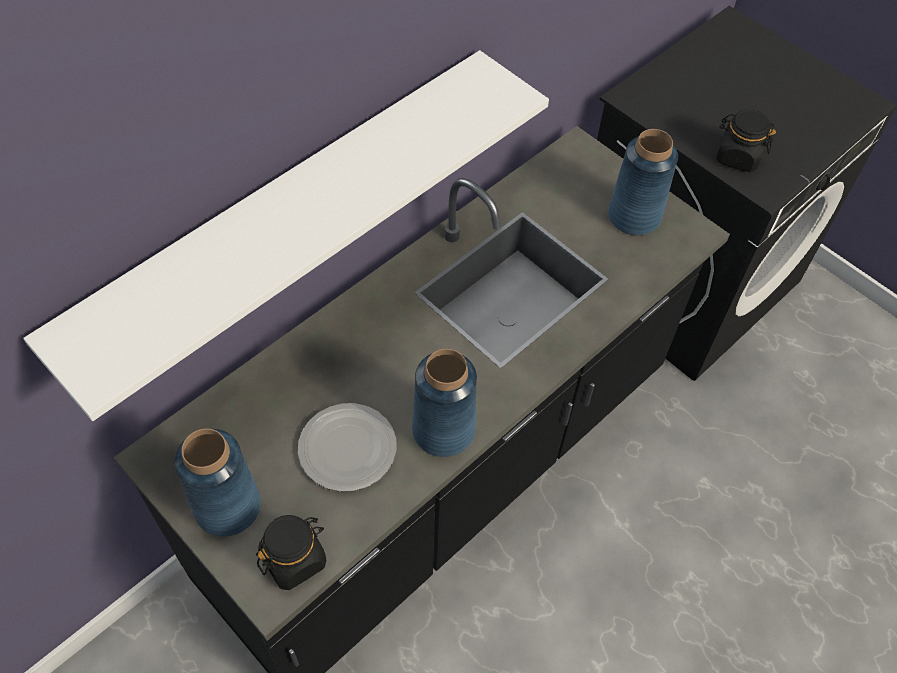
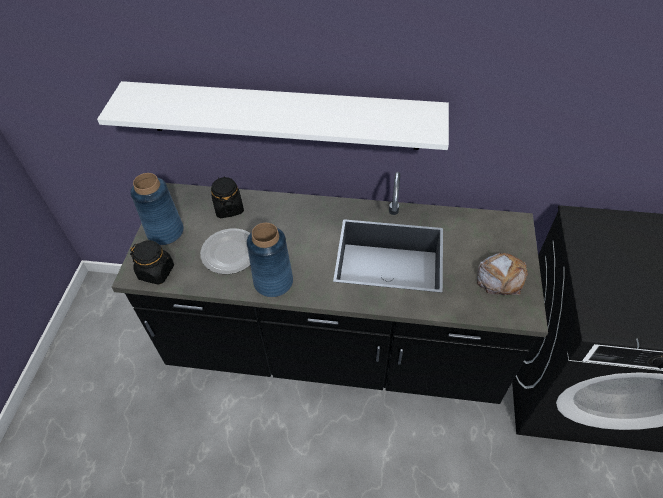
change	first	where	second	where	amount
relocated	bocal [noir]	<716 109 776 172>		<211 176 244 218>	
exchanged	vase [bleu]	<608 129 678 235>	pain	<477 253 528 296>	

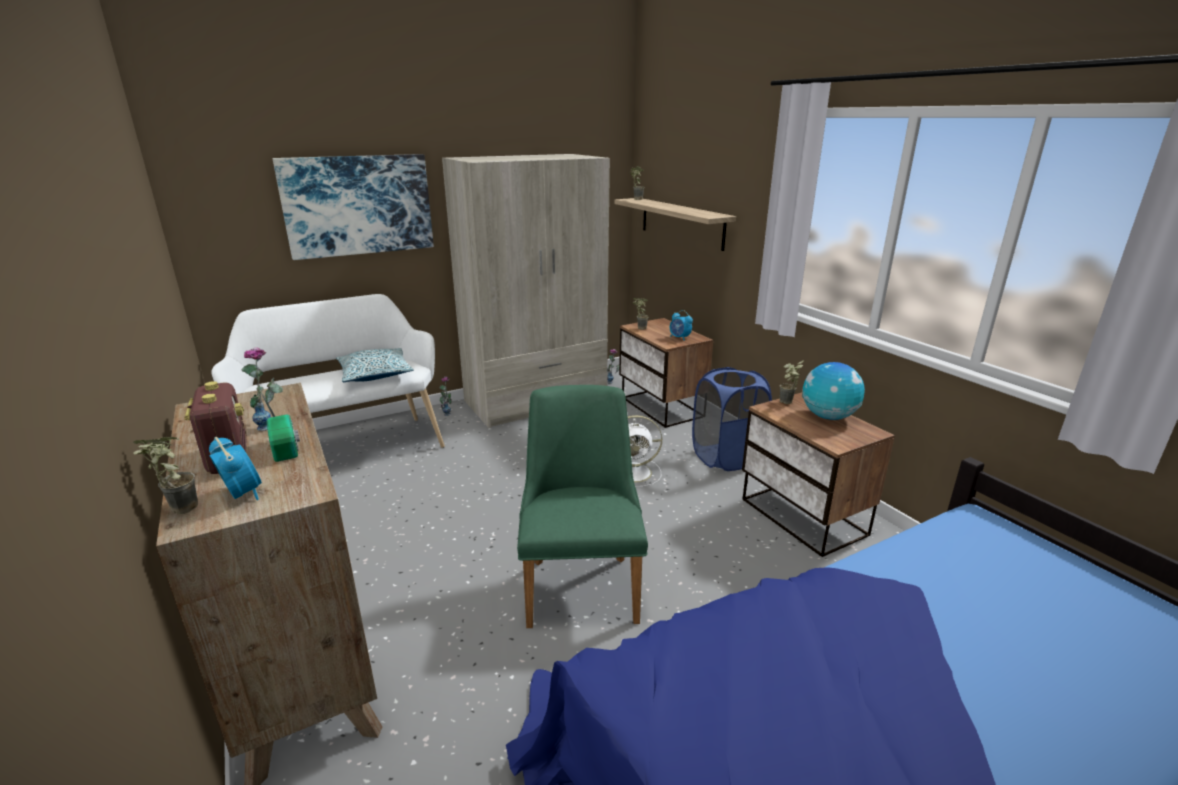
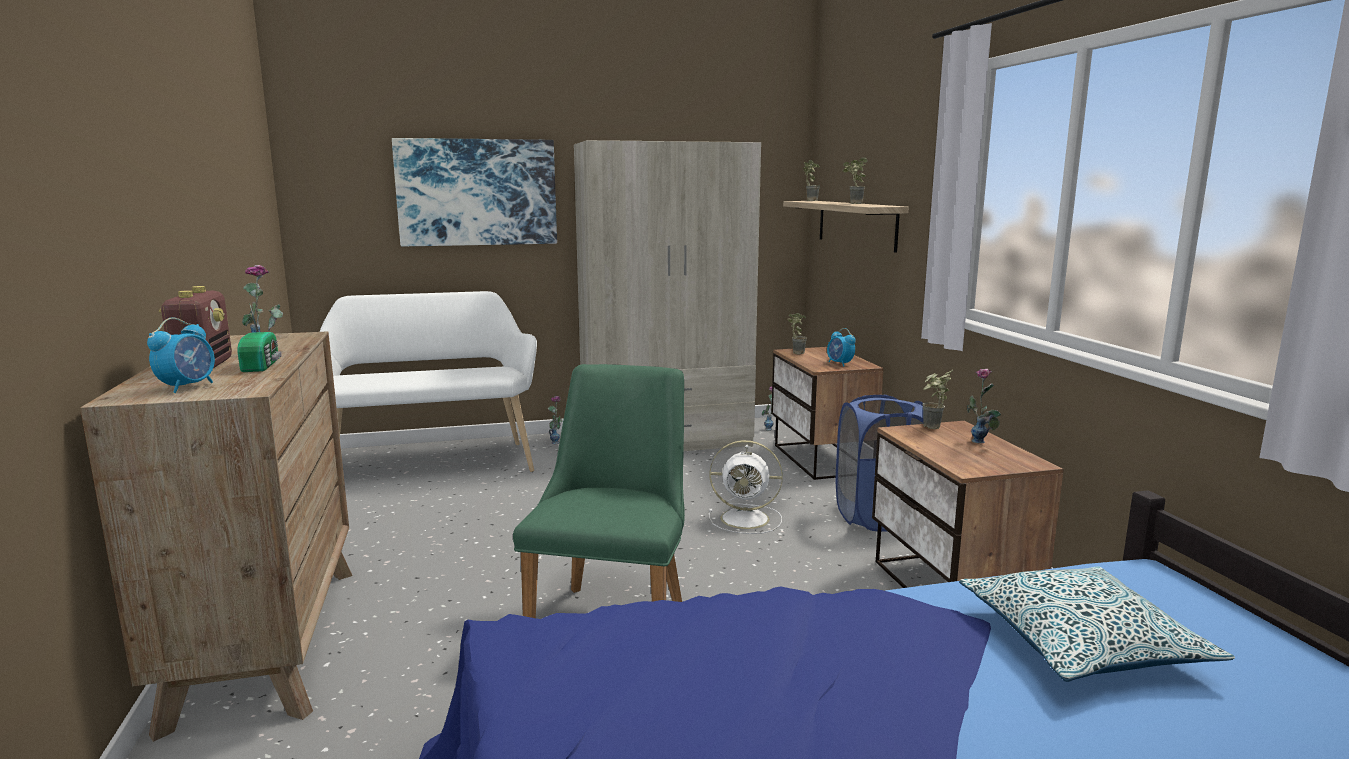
change	first	where	second	where	amount
spun	réveil	<209 437 262 500>		<147 318 215 393>	45 degrees clockwise
relocated	plante en pot	<133 437 198 514>		<843 157 868 204>	
relocated	coussin	<336 348 414 382>		<959 566 1235 682>	
exchanged	globe	<802 362 865 420>	vase	<967 369 1001 443>	

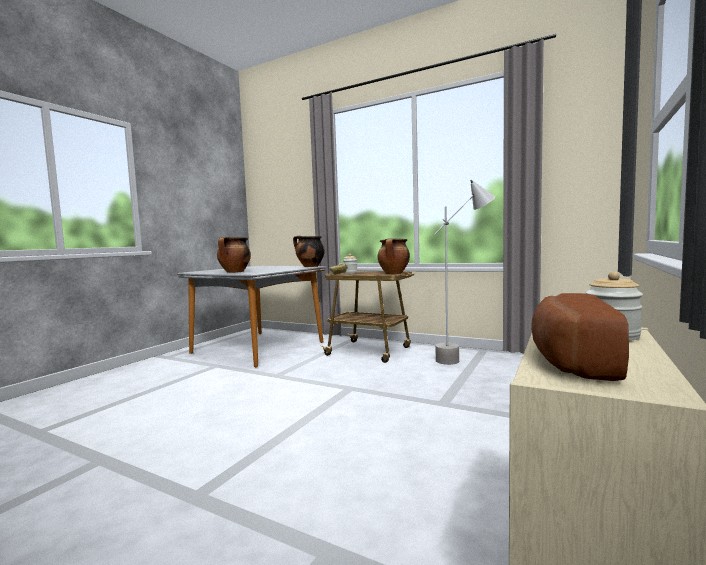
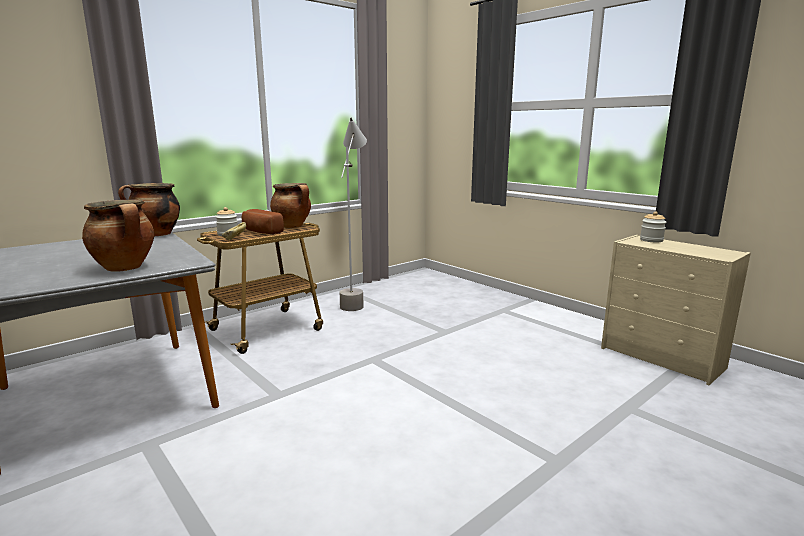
change	first	where	second	where	amount
relocated	pain	<531 293 629 381>		<241 209 284 234>	

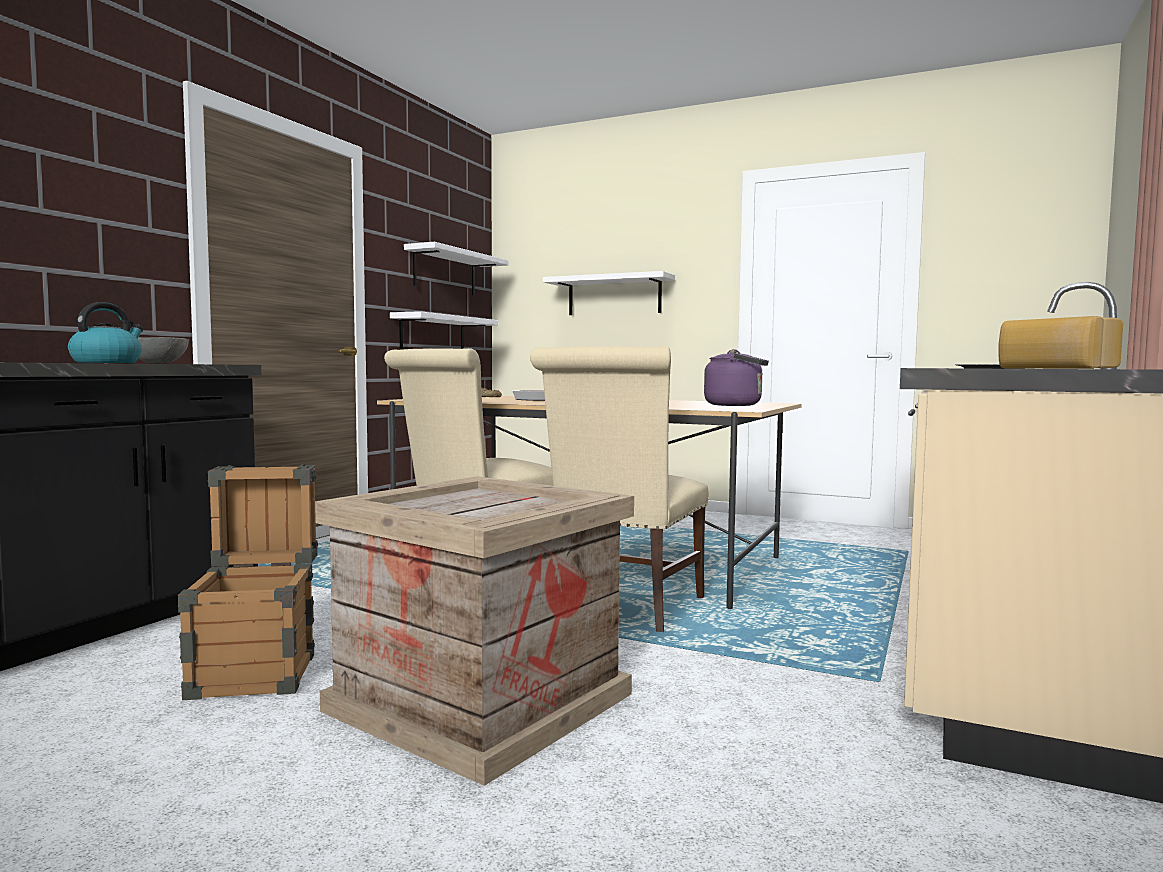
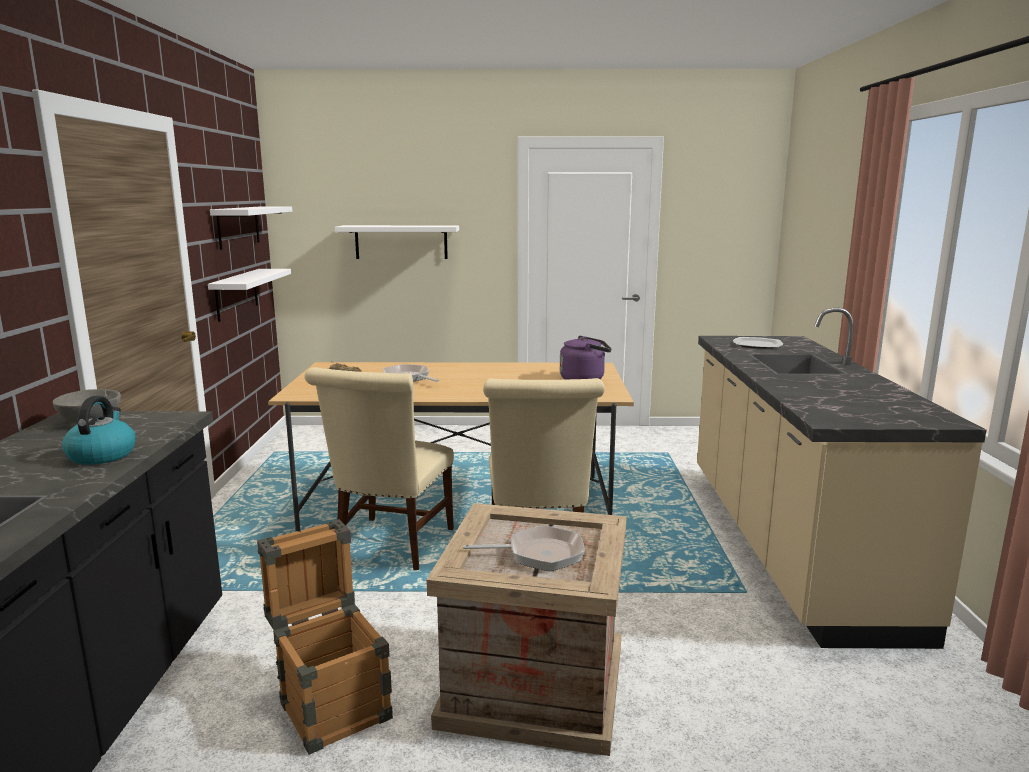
change	first	where	second	where	amount
appeared			poêle	<463 525 584 571>	
missing	pain	<998 316 1123 369>			

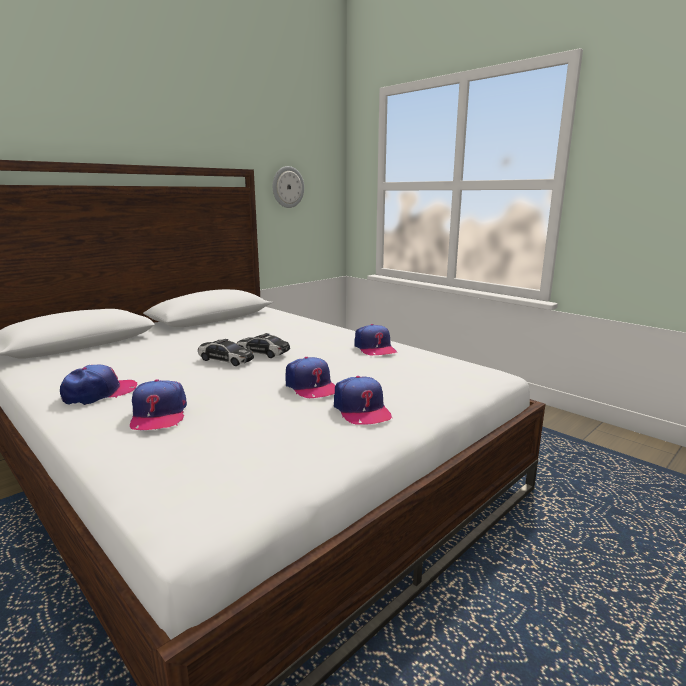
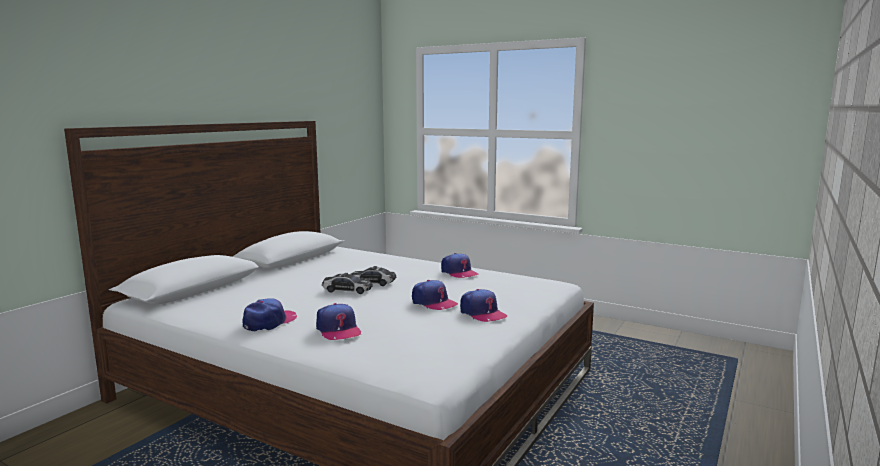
change	first	where	second	where	amount
missing	horloge murale	<273 166 304 208>			

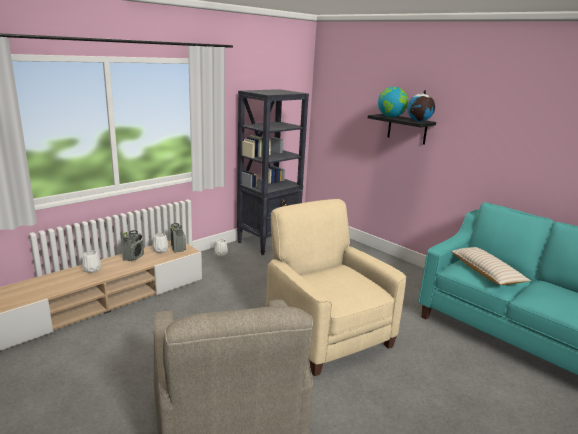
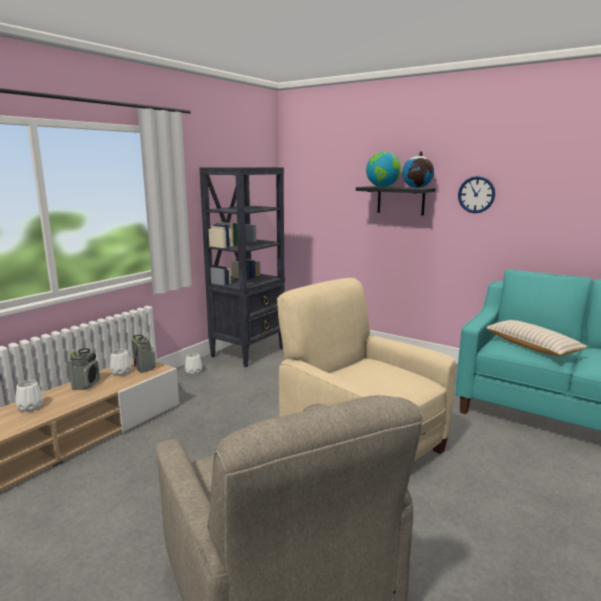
change	first	where	second	where	amount
appeared			horloge murale	<458 176 495 213>	

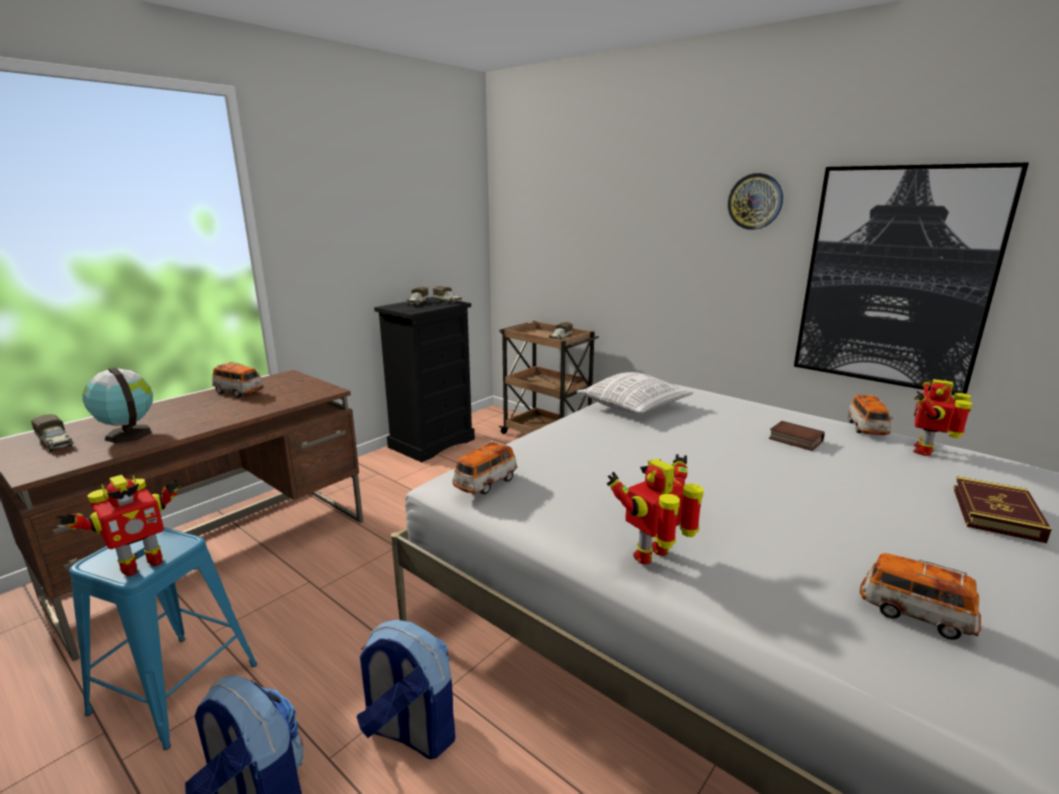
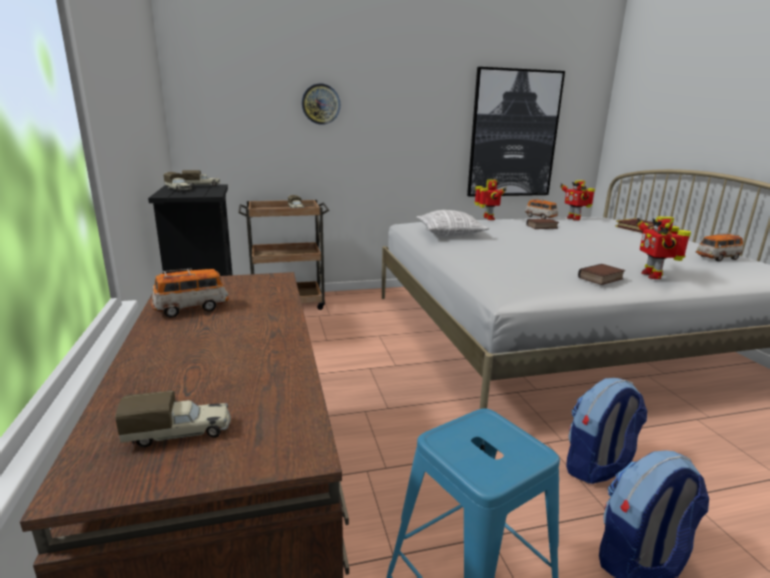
change	first	where	second	where	amount
relocated	horloge murale	<728 173 783 230>		<302 84 340 125>	
relocated	robot jouet	<57 475 181 576>		<474 180 507 220>	
appeared			livre	<578 264 625 285>	
missing	globe	<83 367 153 443>			
missing	petite voiture	<453 440 517 494>			

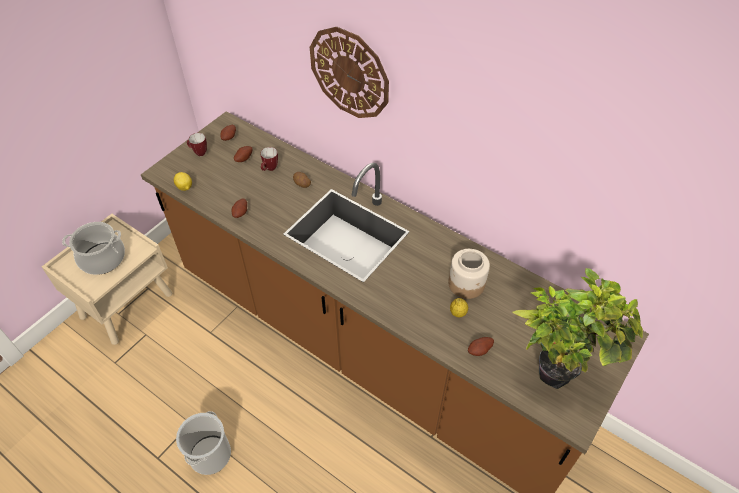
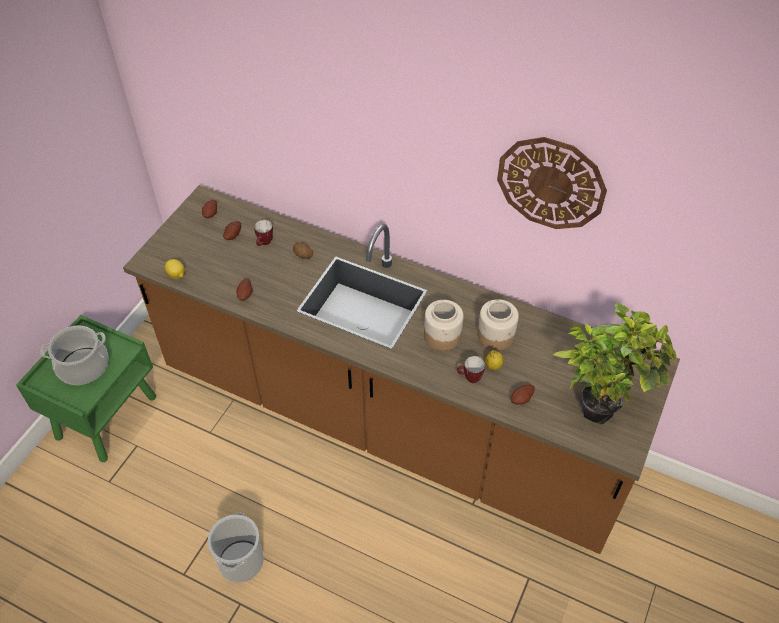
change	first	where	second	where	amount
colour	table de chevet [beige]	<42 214 172 345>	table de chevet [vert]	<16 315 156 462>	
appeared			bocal	<424 300 464 351>	
relocated	mug	<187 133 207 156>		<457 356 485 383>	
relocated	horloge murale	<310 27 389 118>		<497 137 607 229>	

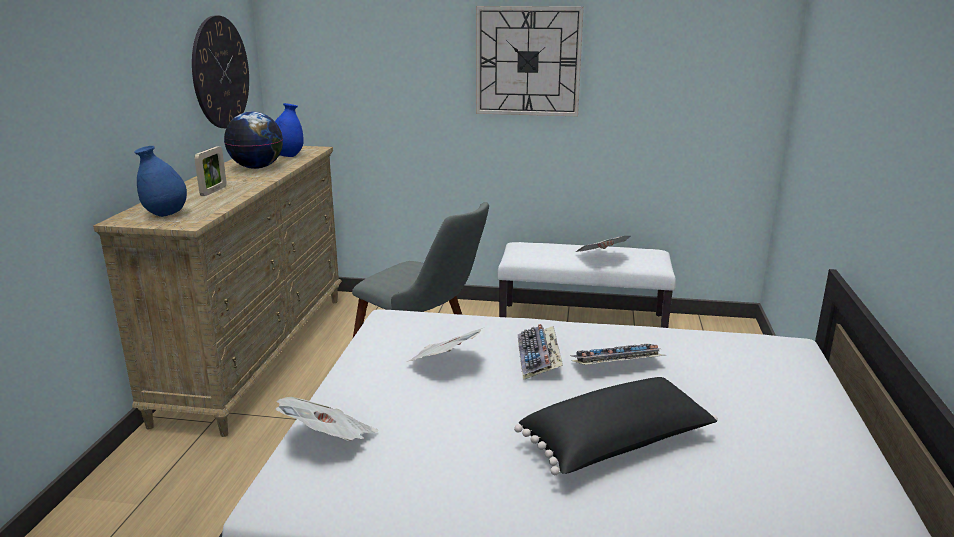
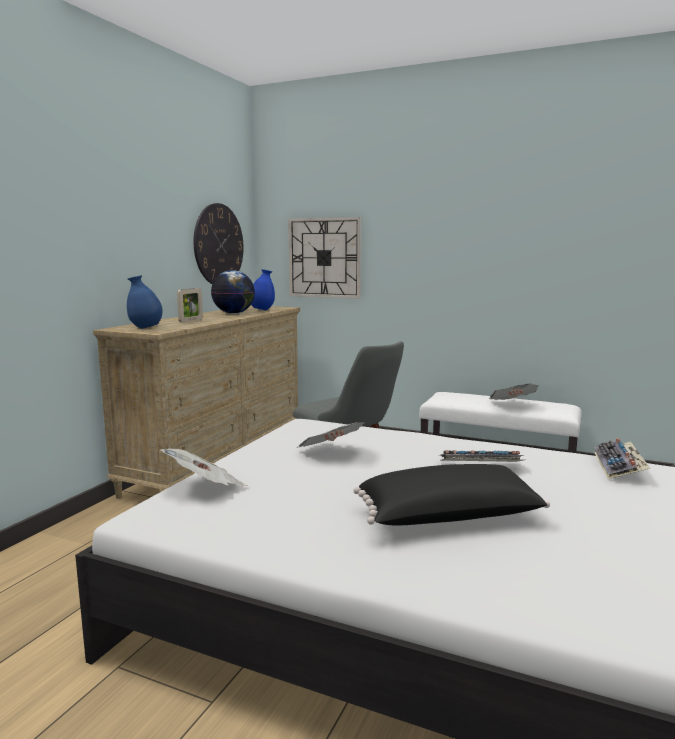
change	first	where	second	where	amount
relocated	horloge murale	<476 6 584 116>		<288 217 361 299>	
relocated	clavier	<518 324 563 380>		<594 438 650 479>	

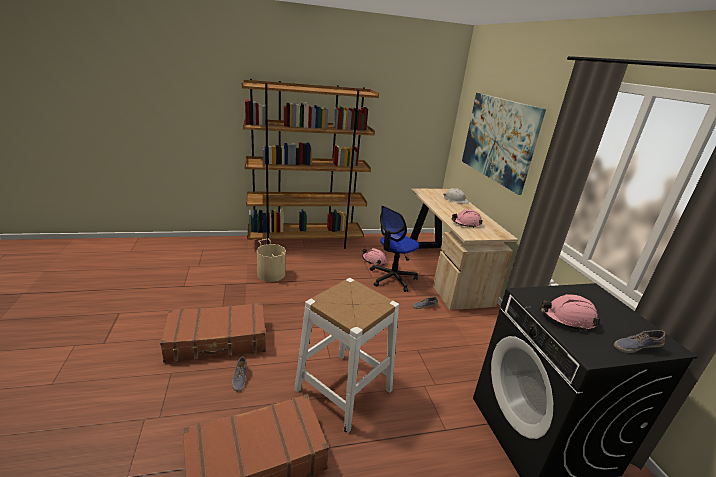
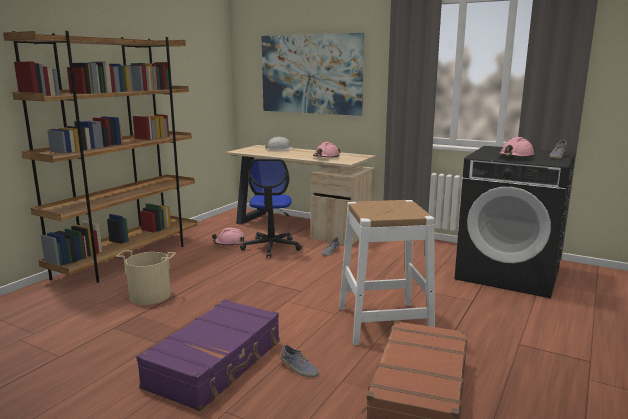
change	first	where	second	where	amount
colour	valise [marron]	<160 303 266 363>	valise [violet]	<136 299 279 411>	

